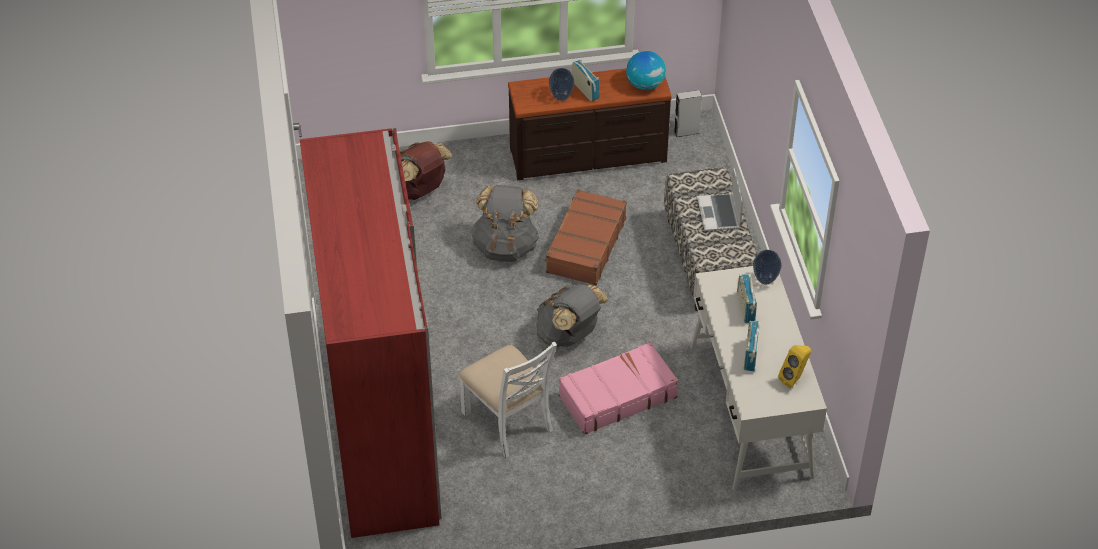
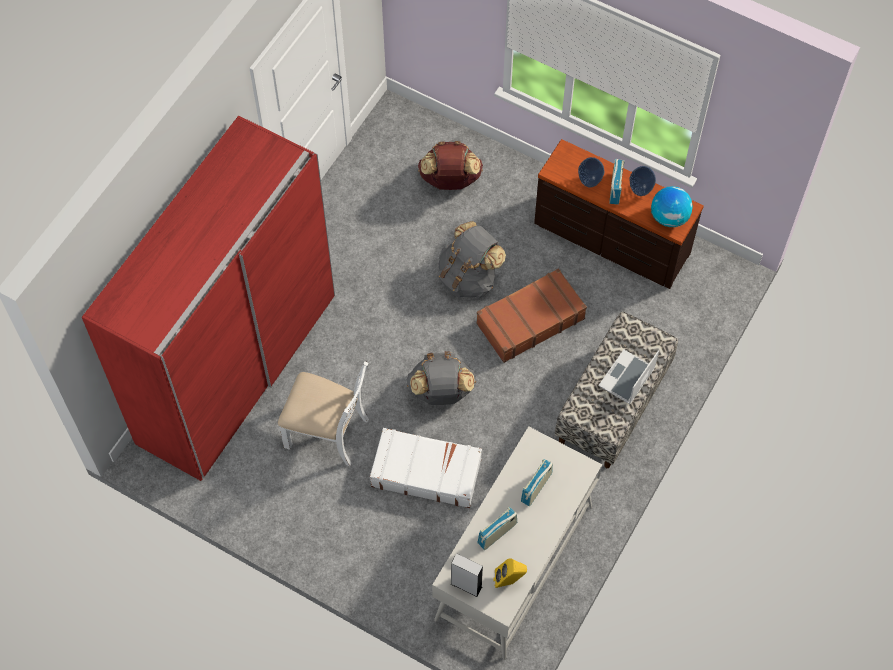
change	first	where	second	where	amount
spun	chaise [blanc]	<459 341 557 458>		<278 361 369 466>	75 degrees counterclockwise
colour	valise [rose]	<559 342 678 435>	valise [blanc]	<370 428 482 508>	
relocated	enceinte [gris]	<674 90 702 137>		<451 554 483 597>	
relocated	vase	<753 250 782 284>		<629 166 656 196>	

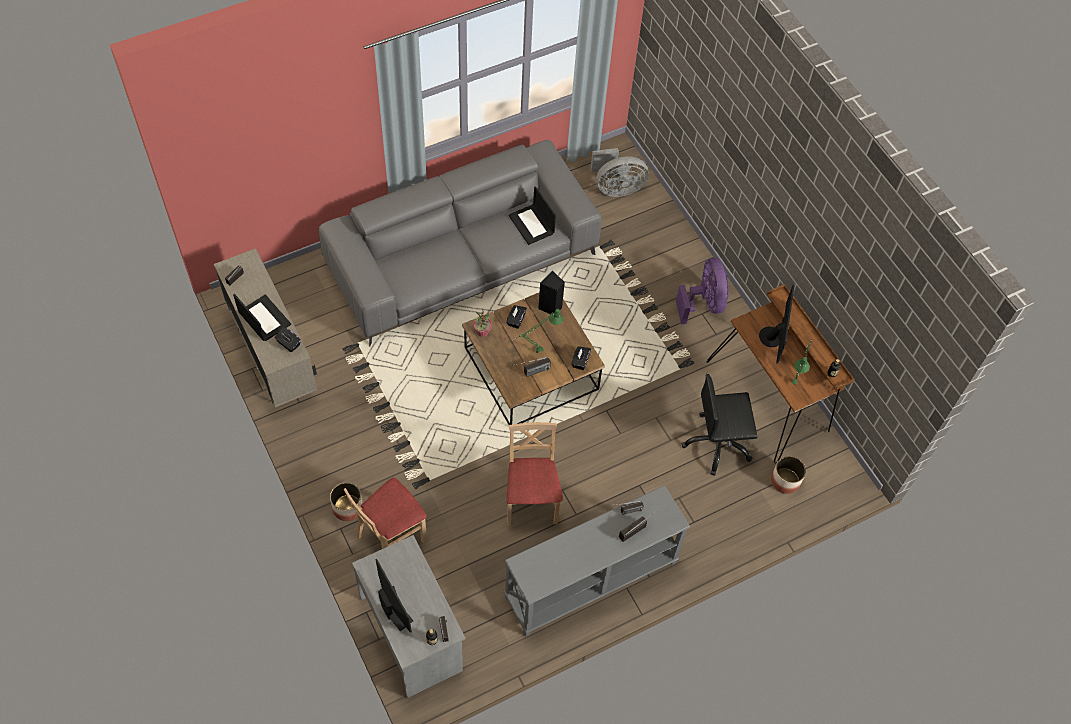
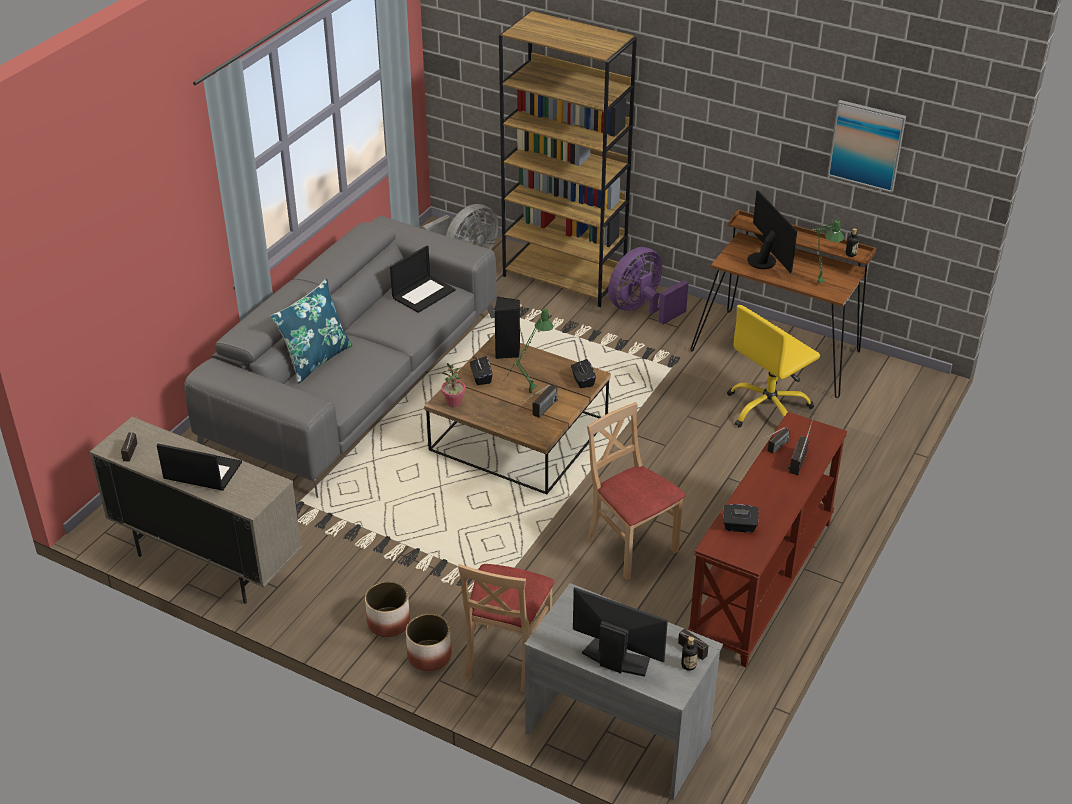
change	first	where	second	where	amount
appeared			coussin [bleu]	<271 279 352 384>	
relocated	cache-pot	<771 456 806 494>		<365 581 410 637>	
spun	ordinateur portable	<508 186 556 245>		<390 246 455 313>	75 degrees counterclockwise
appeared			bibliothèque [marron]	<499 11 637 307>	
spun	ventilateur [violet]	<676 258 729 324>		<608 247 688 324>	90 degrees counterclockwise
colour	table console [gris]	<504 485 690 636>	table console [marron]	<687 412 847 667>	
relocated	boîte à mouchoirs [noir]	<275 327 301 352>		<723 504 759 533>	
colour	chaise de bureau [noir]	<682 374 757 476>	chaise de bureau [jaune]	<727 305 820 428>	
appeared			tableau	<828 100 906 193>	

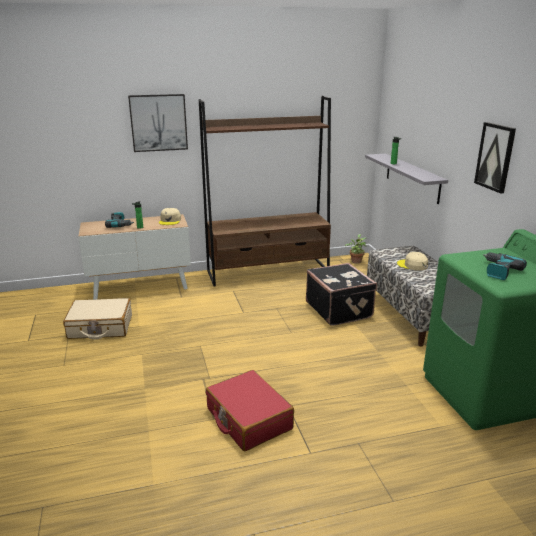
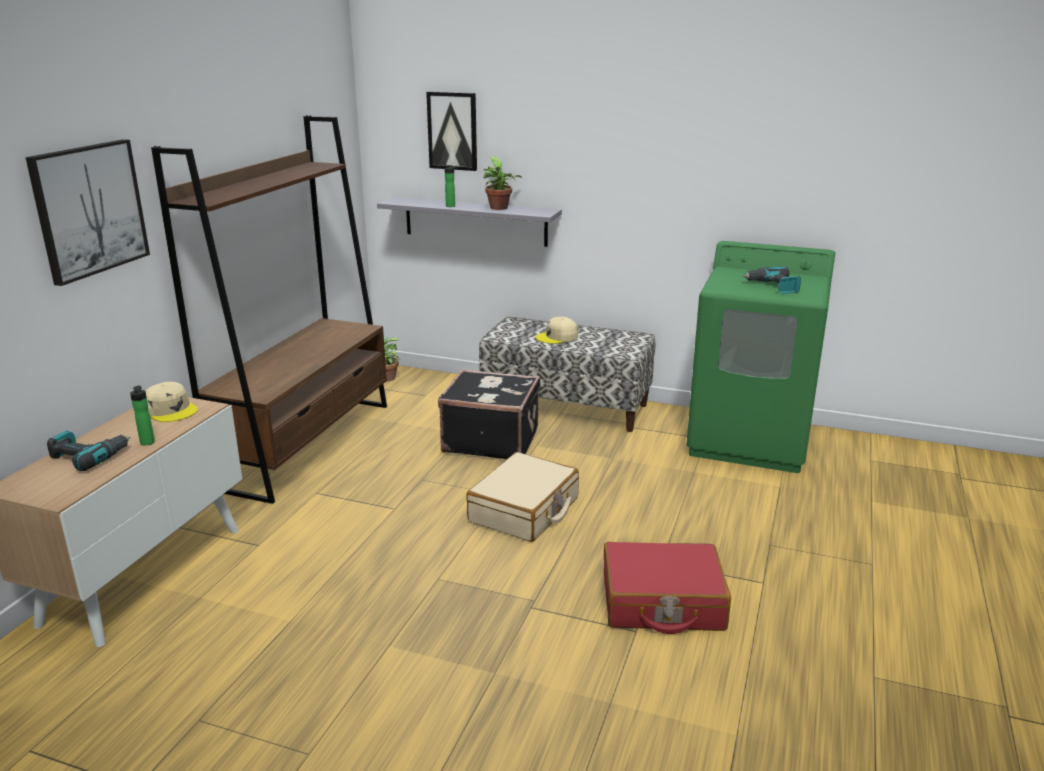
change	first	where	second	where	amount
relocated	tableau	<474 122 516 194>		<426 91 477 171>	
relocated	valise [beige]	<63 298 132 340>		<466 452 579 542>	
appeared			plante en pot	<483 156 522 210>	

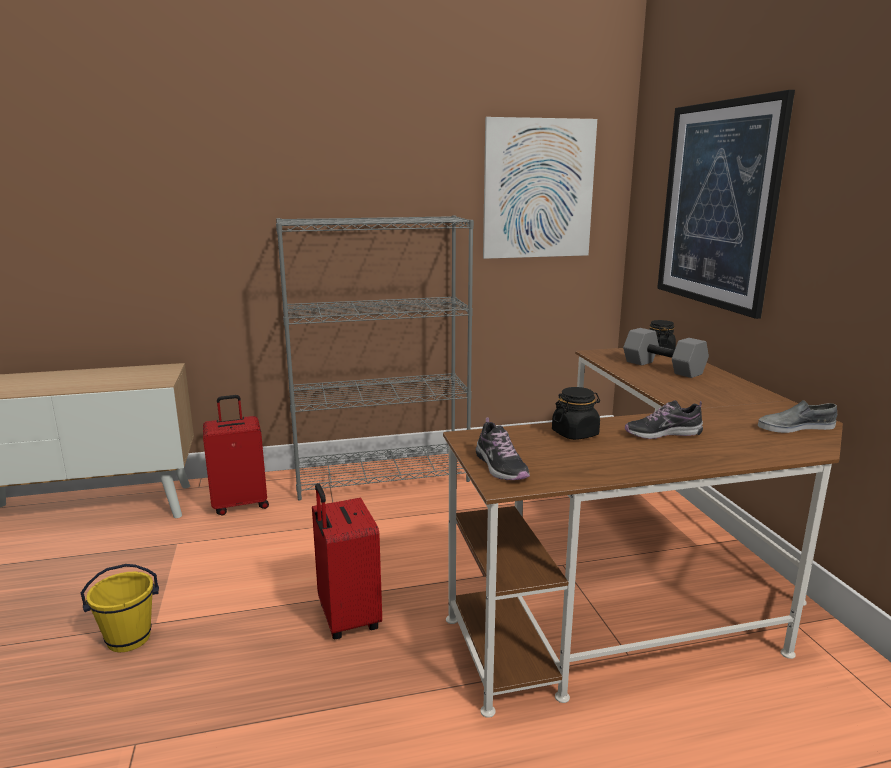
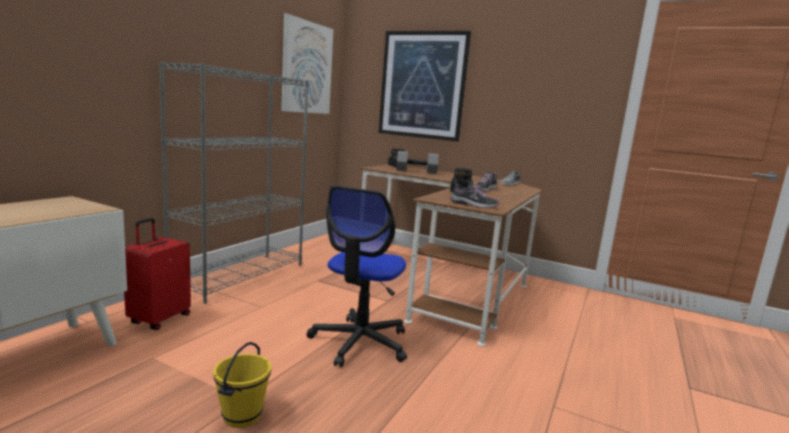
change	first	where	second	where	amount
exchanged	valise [rouge]	<312 483 382 639>	chaise de bureau	<307 185 407 367>	

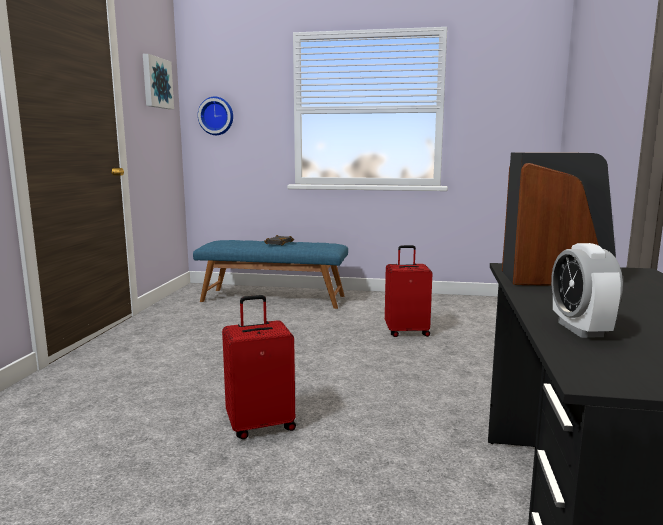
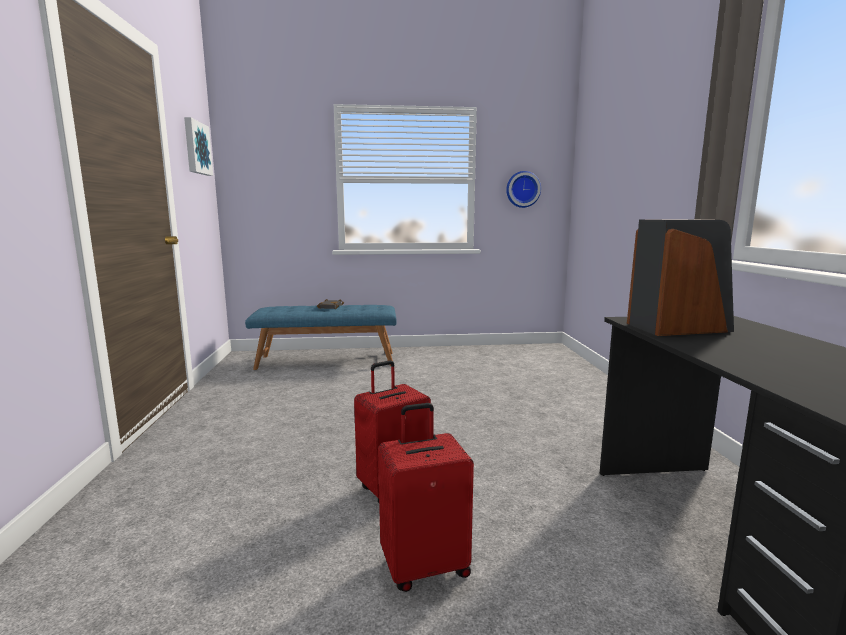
change	first	where	second	where	amount
relocated	valise [rouge]	<385 245 432 337>		<378 403 474 592>	
relocated	horloge murale	<198 97 233 135>		<506 171 541 208>	
missing	réveil	<551 243 623 338>			

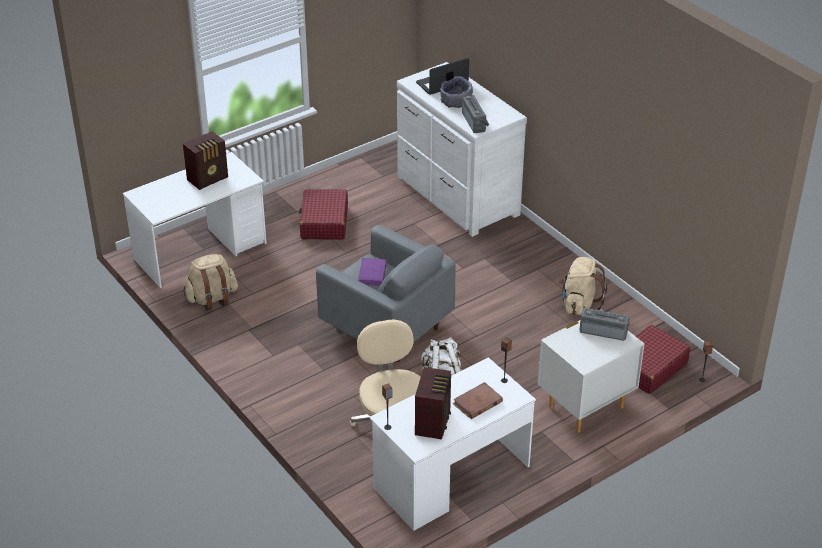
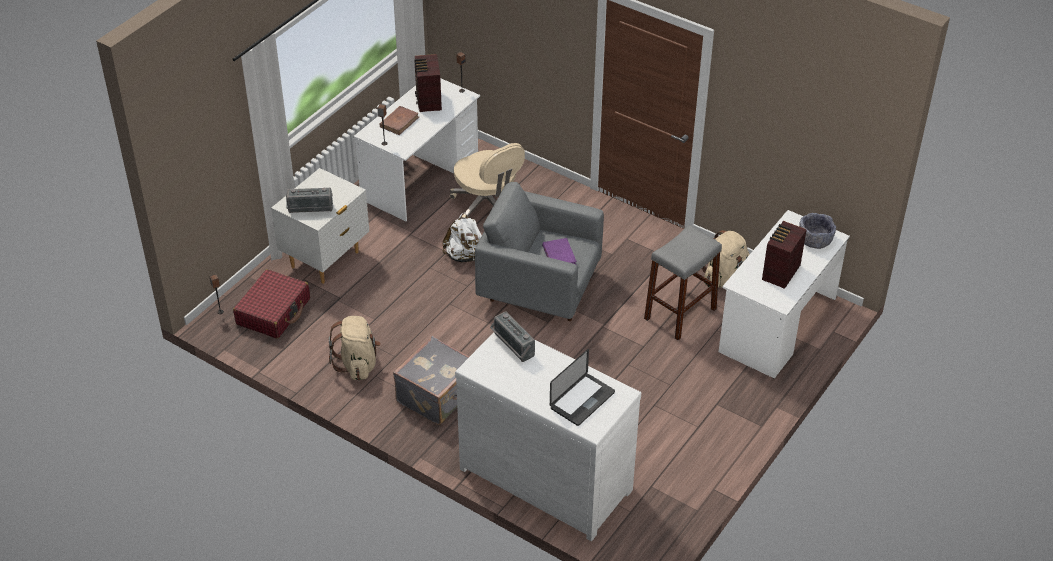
change	first	where	second	where	amount
appeared			valise [gris]	<393 336 469 425>	
appeared			tabouret [gris]	<644 225 722 340>	
relocated	bol [gris]	<440 76 473 108>		<799 213 836 249>	
missing	valise [rouge]	<299 189 348 240>			

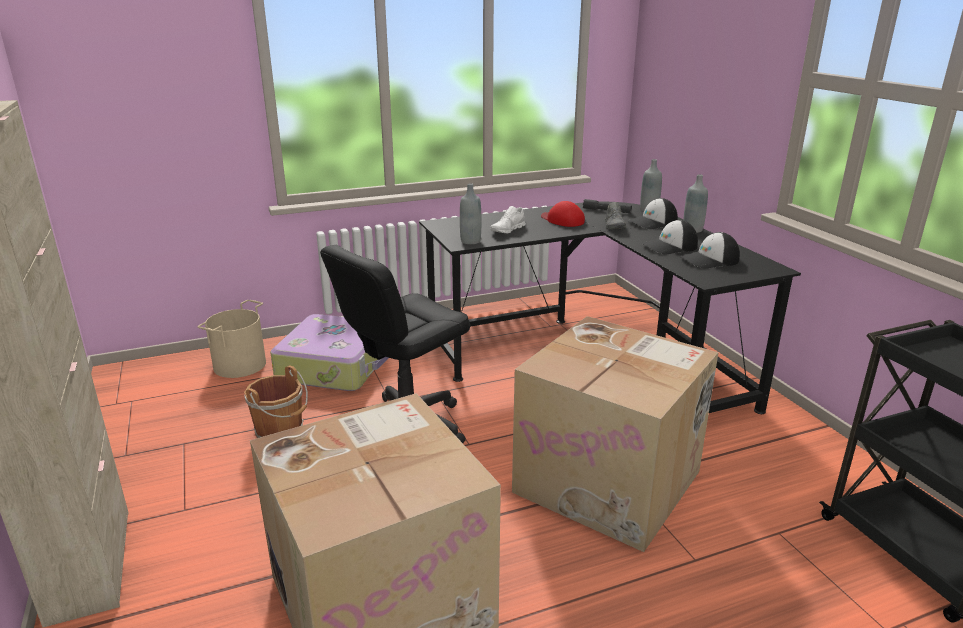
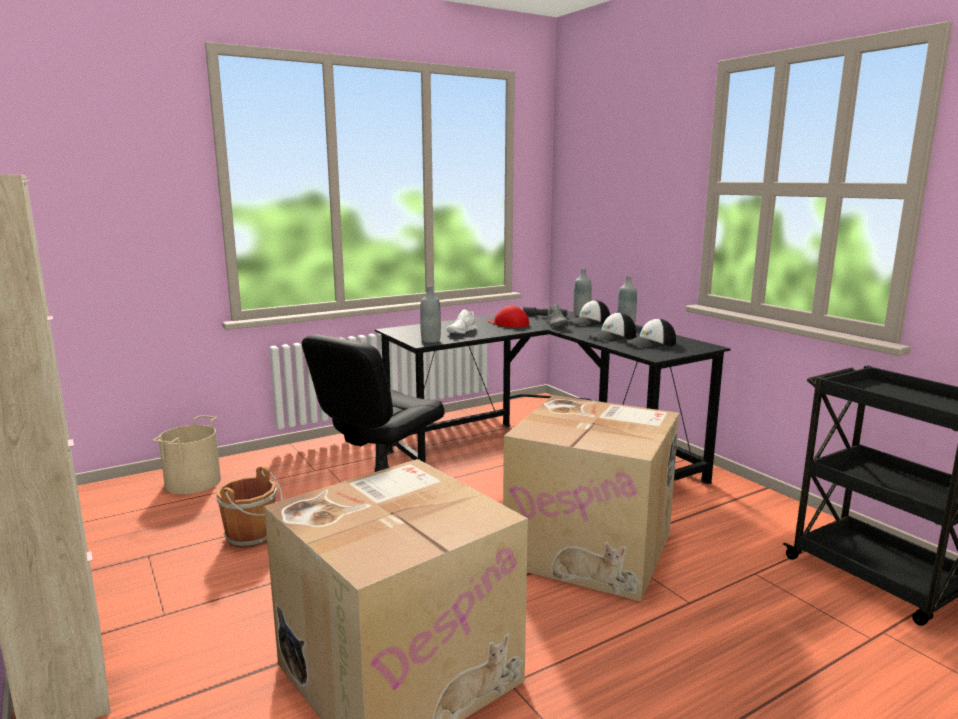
change	first	where	second	where	amount
missing	valise	<270 314 388 391>			

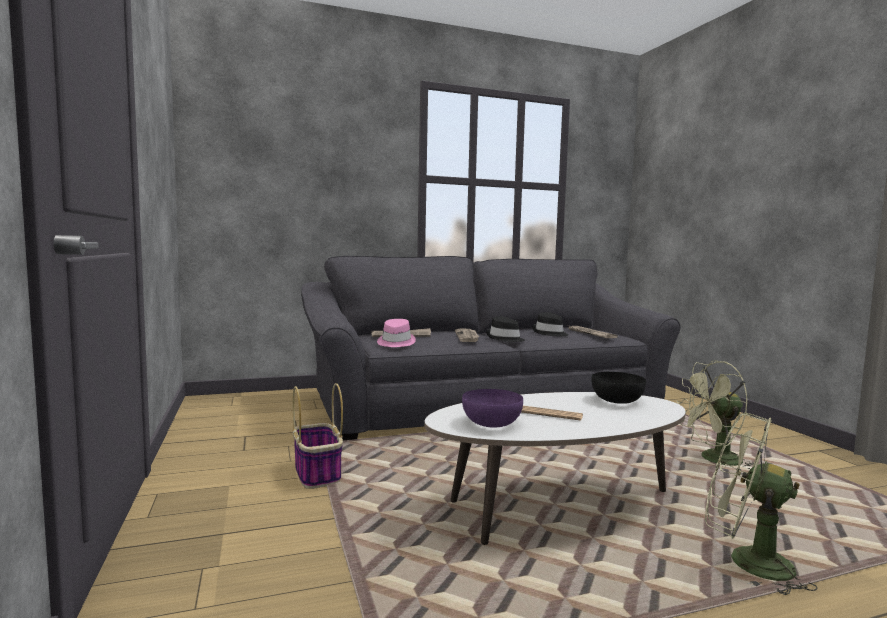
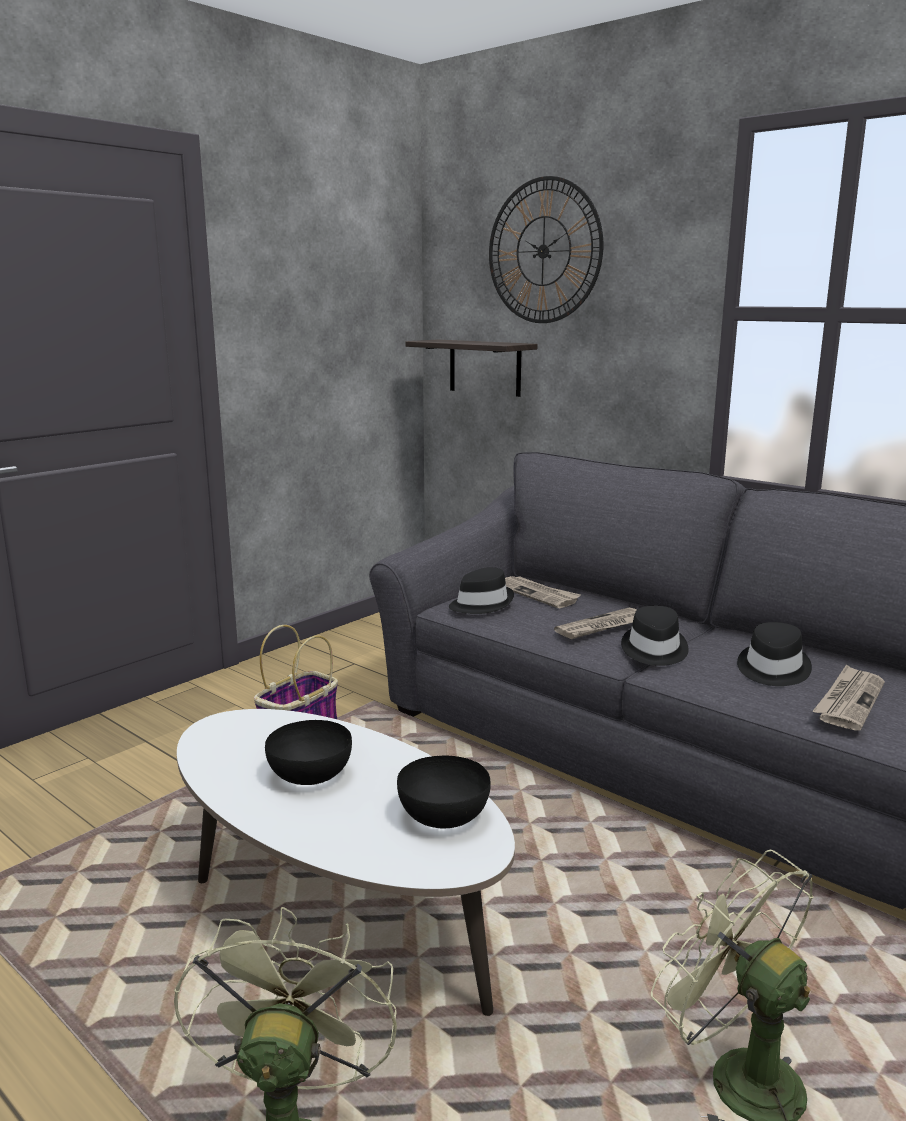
change	first	where	second	where	amount
exchanged	journal	<521 406 583 421>	bol [noir]	<265 720 352 785>	
appeared			étagère	<405 340 538 397>	
colour	chapeau [rose]	<377 319 416 347>	chapeau [noir]	<449 567 514 614>	
appeared			horloge murale	<489 176 603 323>	
missing	bol [violet]	<462 389 523 427>			

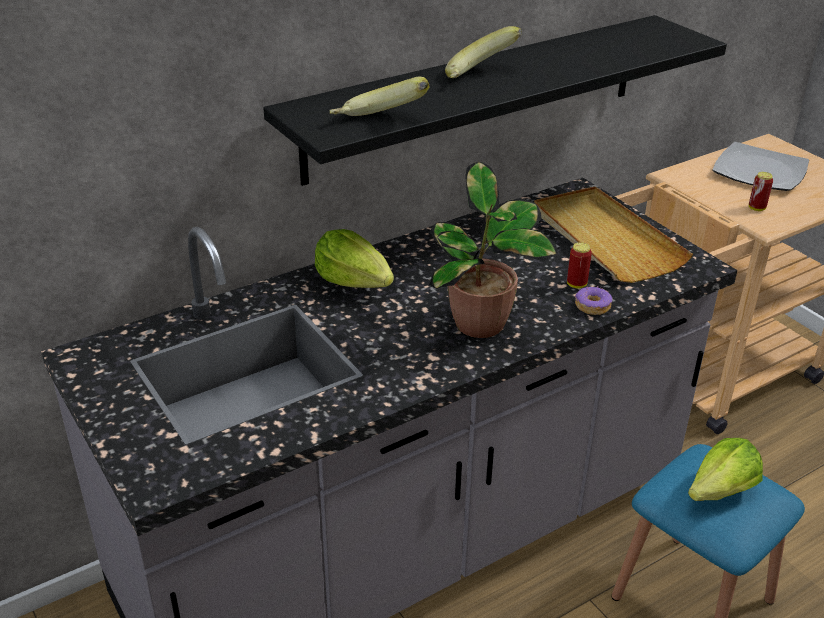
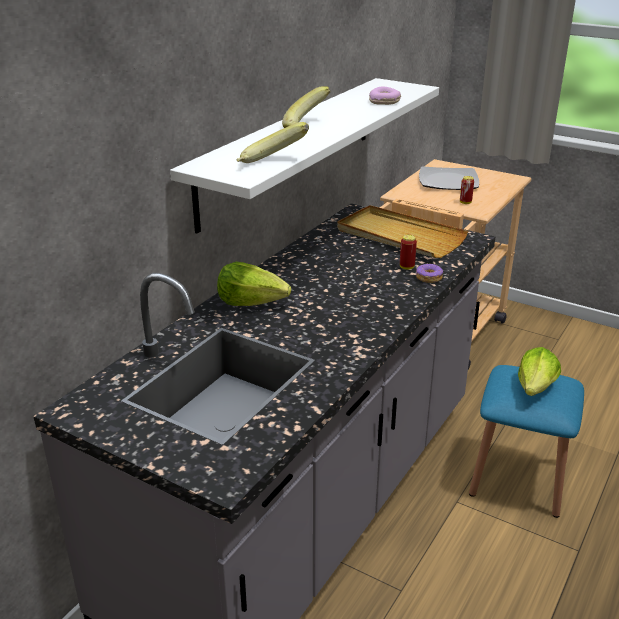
change	first	where	second	where	amount
colour	étagère [noir]	<263 15 727 186>	étagère [blanc]	<170 78 439 233>	
appeared			beignet	<369 87 401 105>	
missing	plante en pot	<429 162 557 338>			

